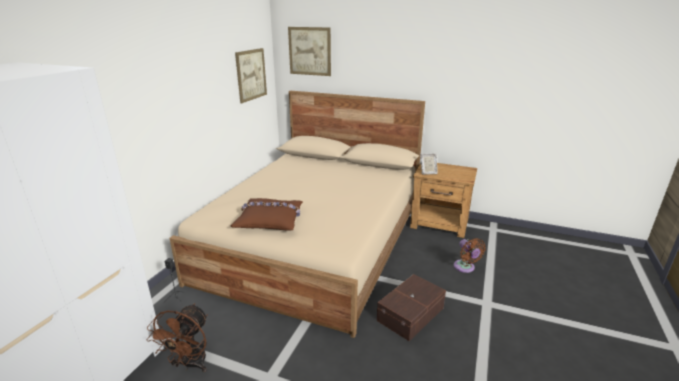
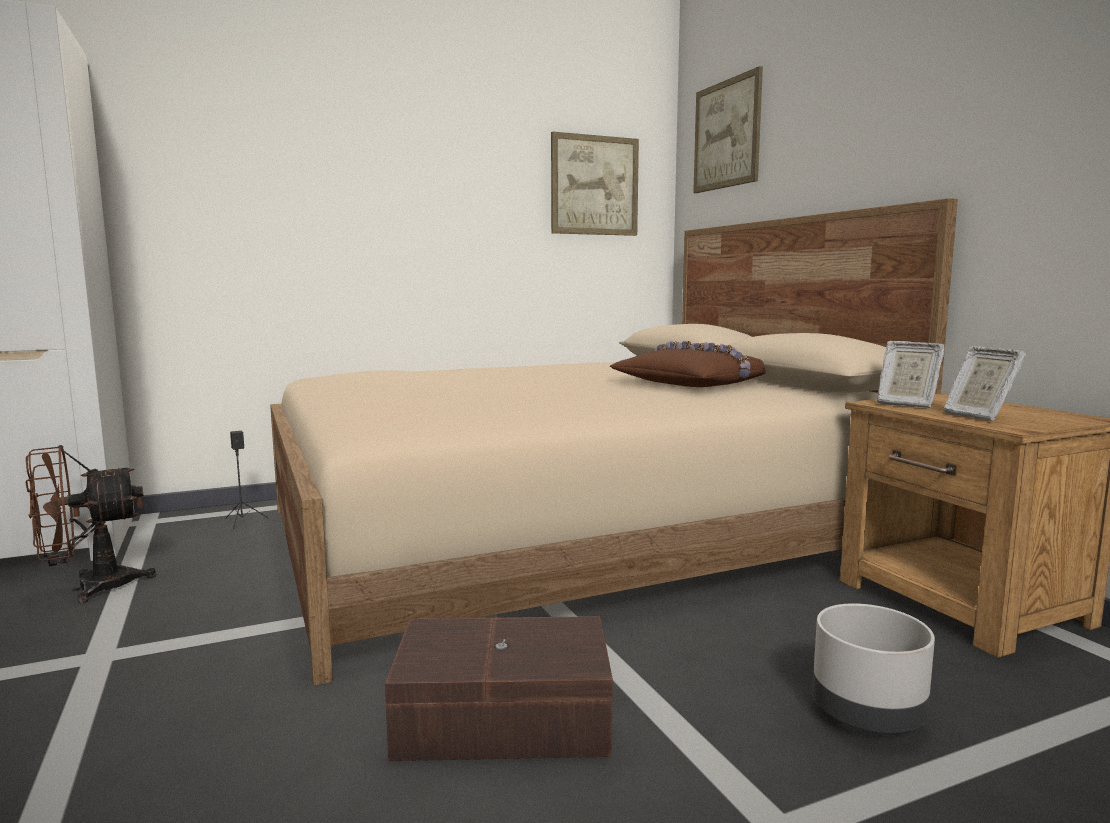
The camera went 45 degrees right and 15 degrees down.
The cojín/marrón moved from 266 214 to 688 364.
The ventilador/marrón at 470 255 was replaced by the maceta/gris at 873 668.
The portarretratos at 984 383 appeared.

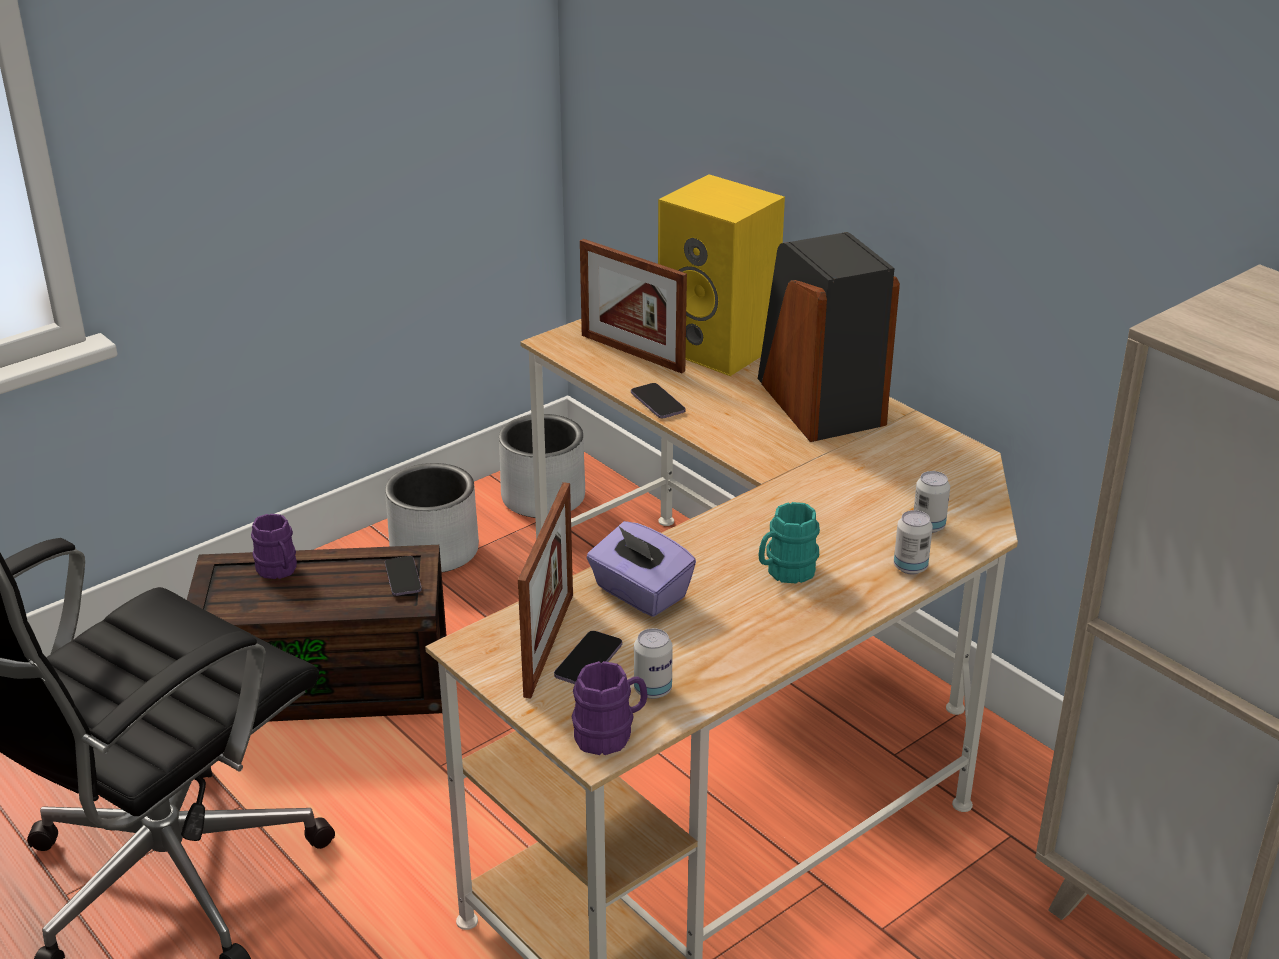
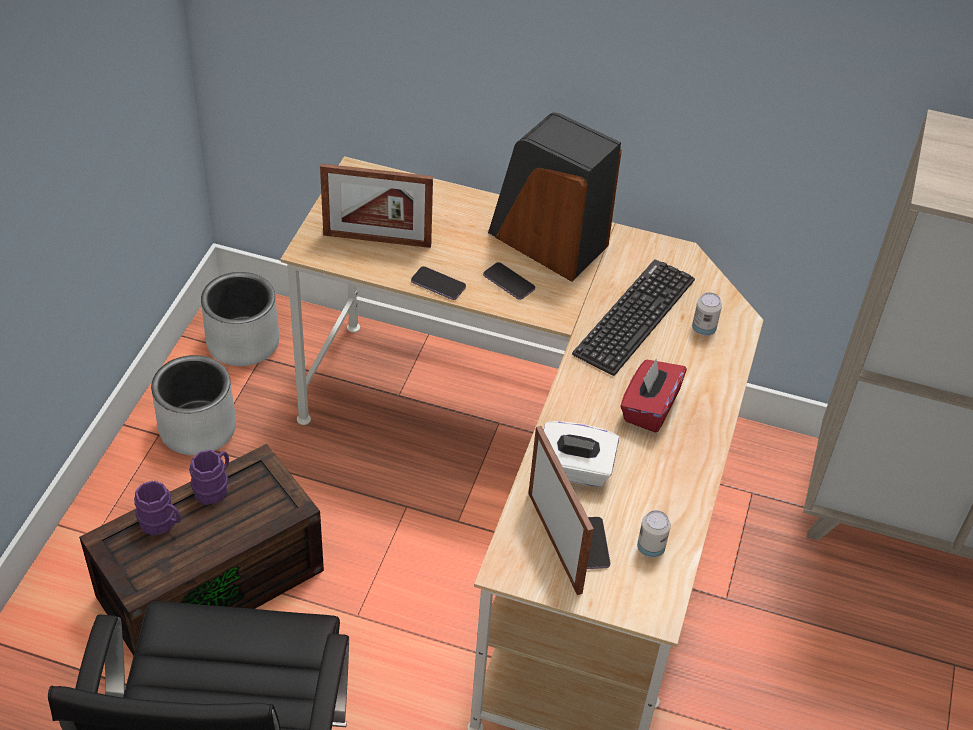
The camera went 35 degrees left and 15 degrees up.
The taza grande/morado moved from 609 708 to 209 477.
The móvil moved from 403 576 to 509 281.
The caja de pañuelos/morado at 641 569 became the caja de pañuelos/blanco at 581 454.
The teclado at 633 317 appeared.
The taza grande/turquesa at 789 542 was replaced by the caja de pañuelos/rojo at 653 395.
The altavoz/amarillo at 721 275 disappeared.
The lata at 913 542 disappeared.

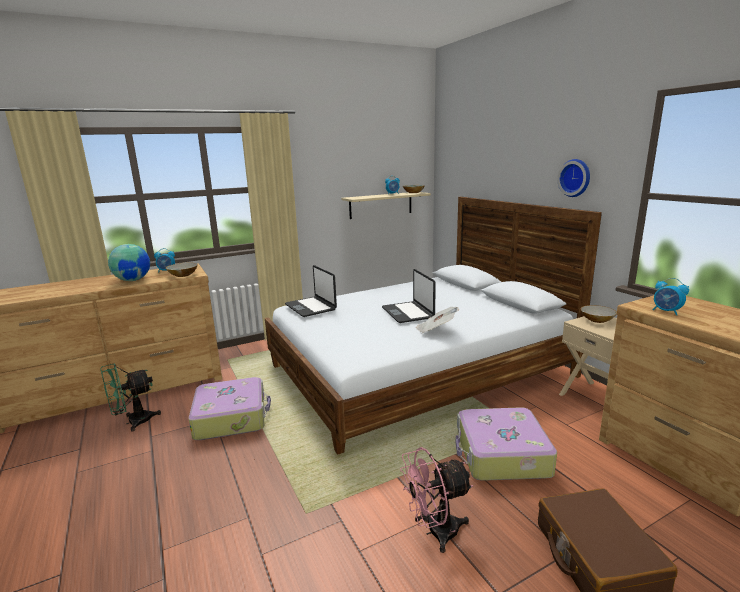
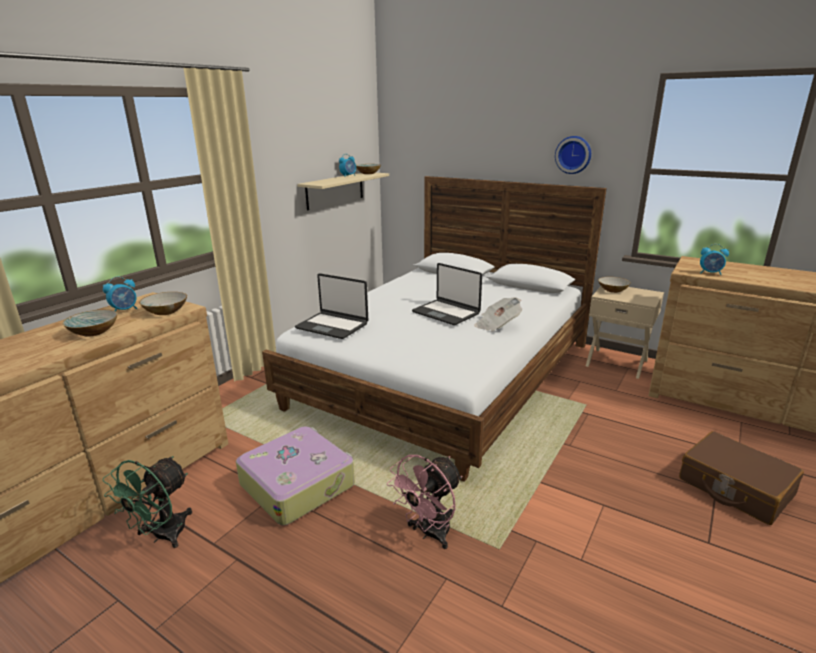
The camera went 30 degrees left and 5 degrees up.
The globo terráqueo at 129 262 was replaced by the cuenco at 90 323.
The ventilador/rosa moved from 436 500 to 425 502.
The maleta at 506 444 disappeared.

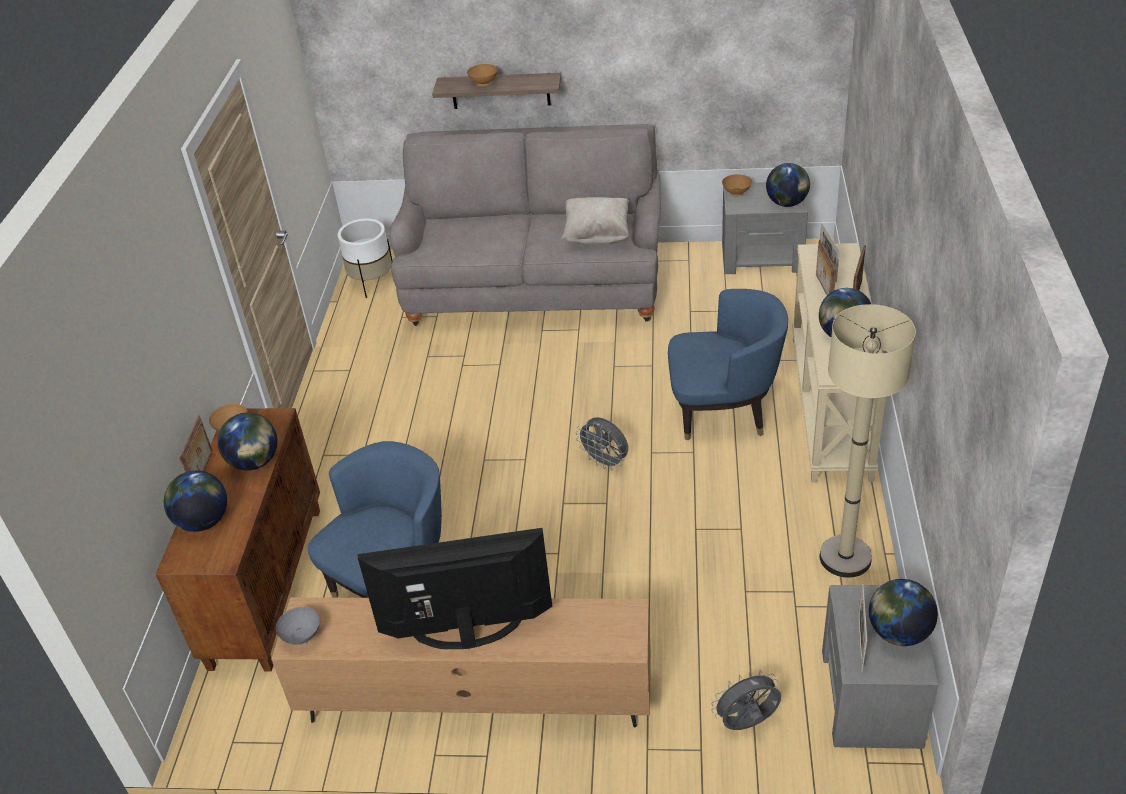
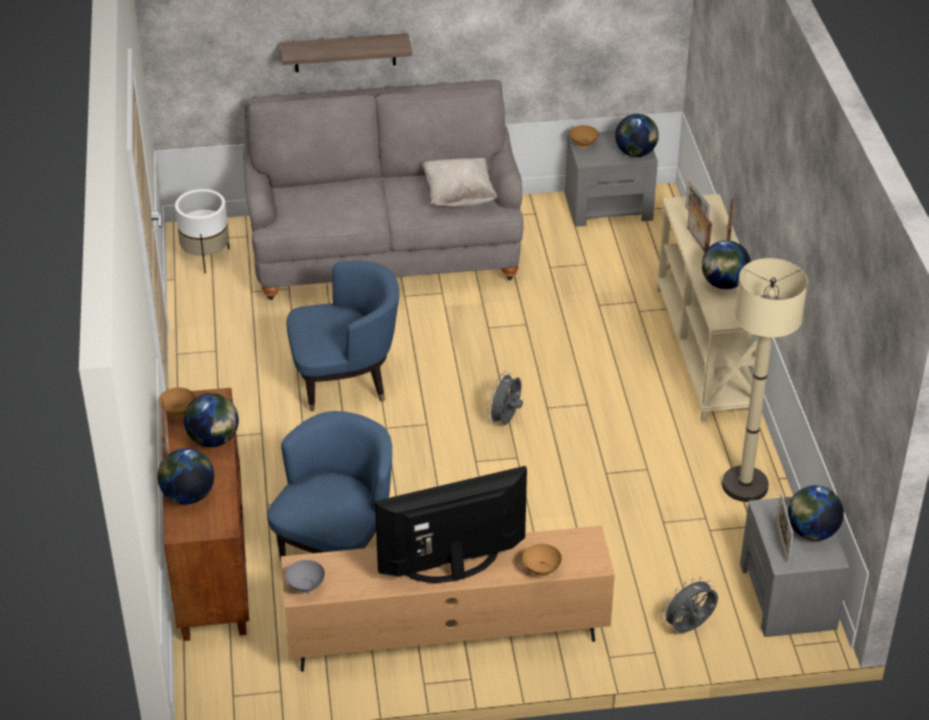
The camera went 15 degrees left and 0 degrees up.
The sillón/azul moved from 728 365 to 343 336.
The ventilador/gris at 602 443 turned 90 degrees clockwise.
The cuenco/marrón moved from 482 75 to 542 560.

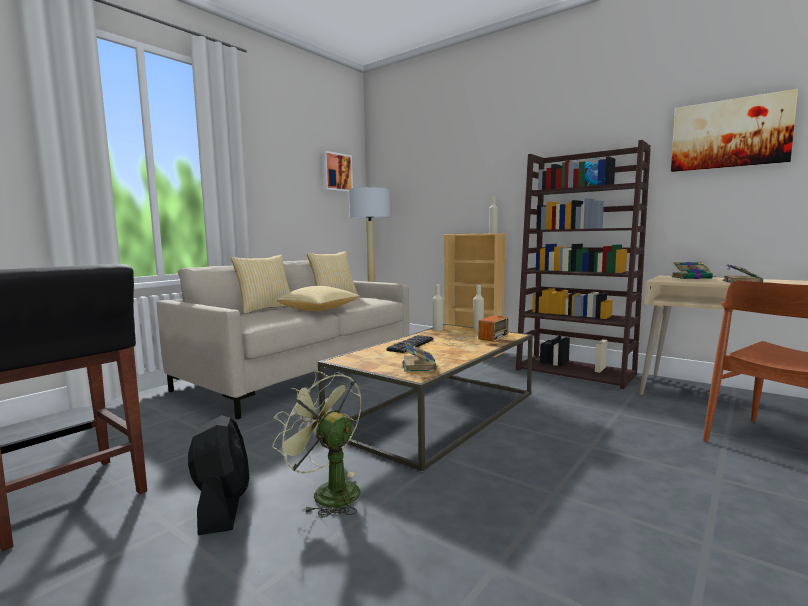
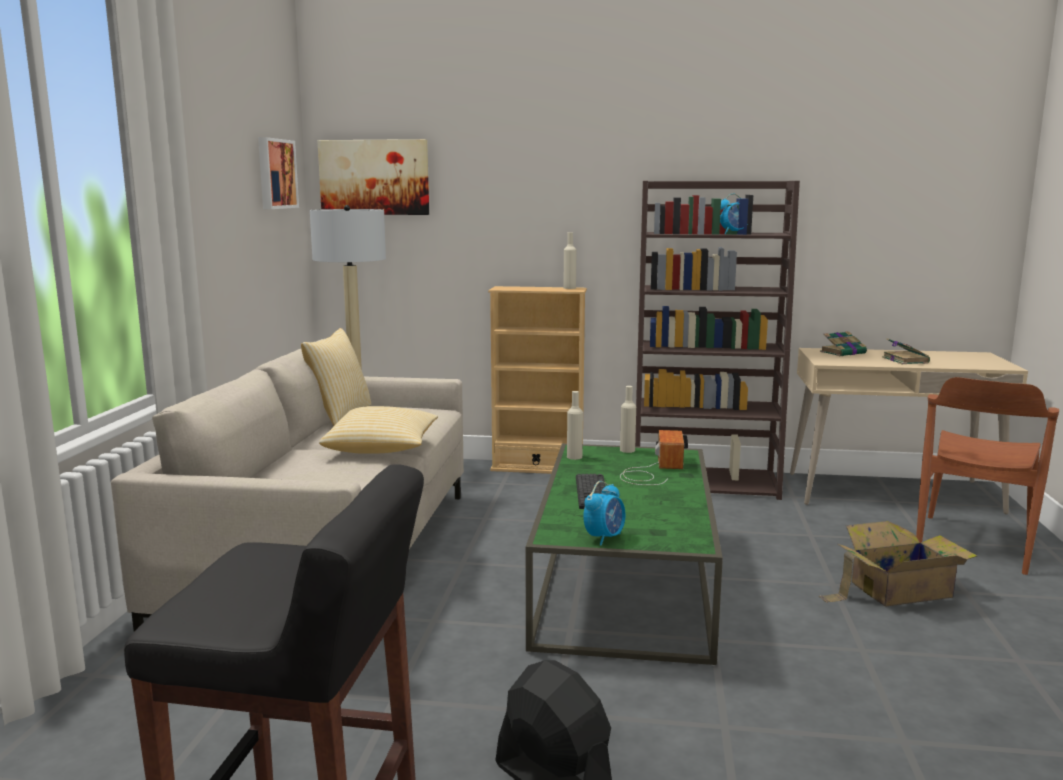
The camera went 30 degrees left and 5 degrees up.
The cuadro moved from 734 130 to 373 177.
The mesa de centro/marrón at 425 398 became the mesa de centro/verde at 624 555.
The despertador at 604 513 appeared.
The caja de cartón at 898 564 appeared.
The cojín at 260 284 disappeared.
The ventilador/verde at 317 444 disappeared.
The libro at 419 357 disappeared.

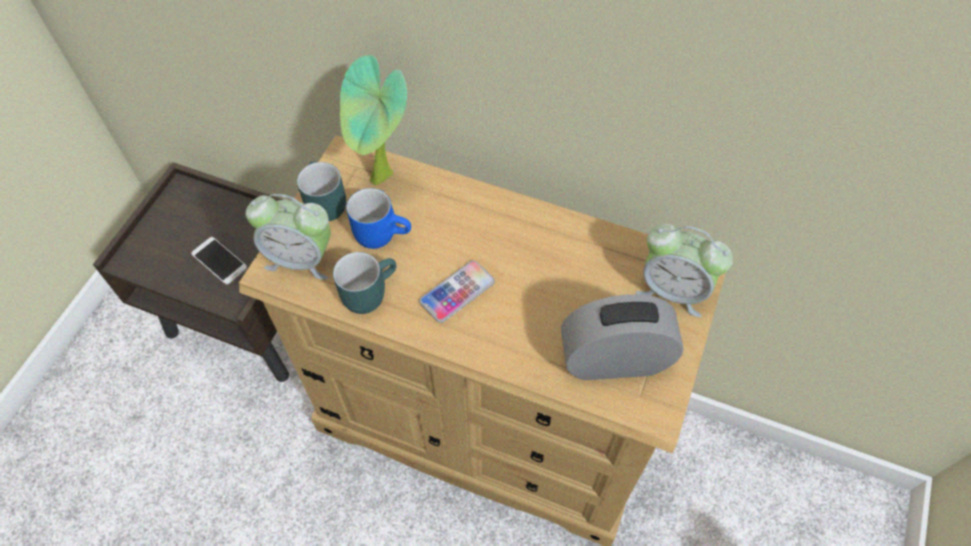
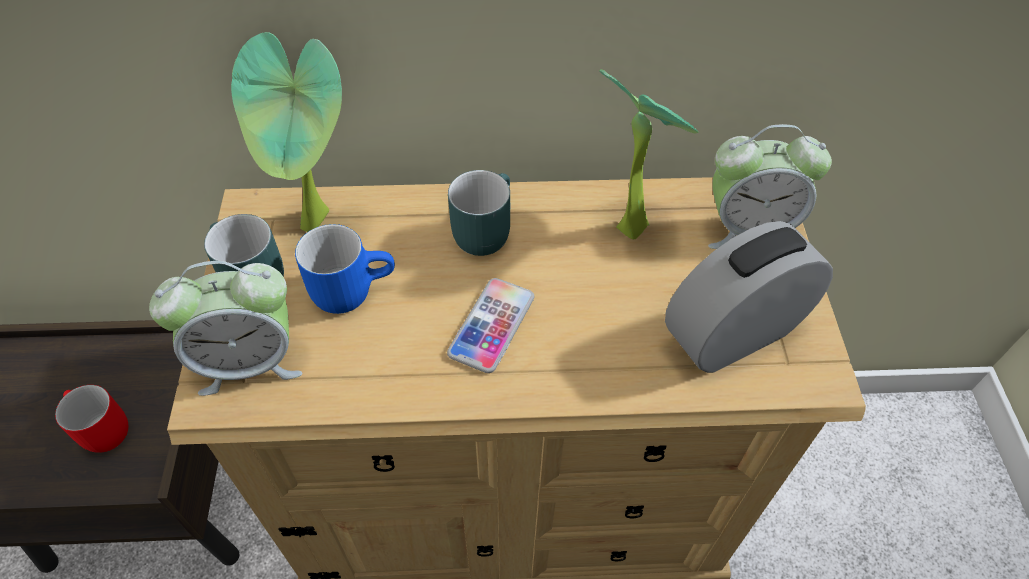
The camera went 25 degrees left and 5 degrees down.
The móvil at 219 261 was replaced by the taza grande/rojo at 92 419.
The taza grande/turquesa moved from 365 283 to 479 213.
The planta en maceta at 648 154 appeared.

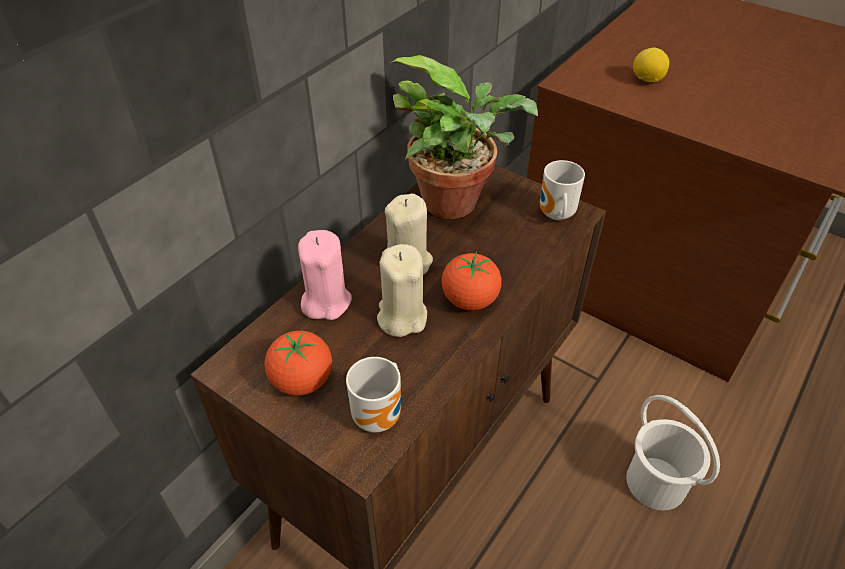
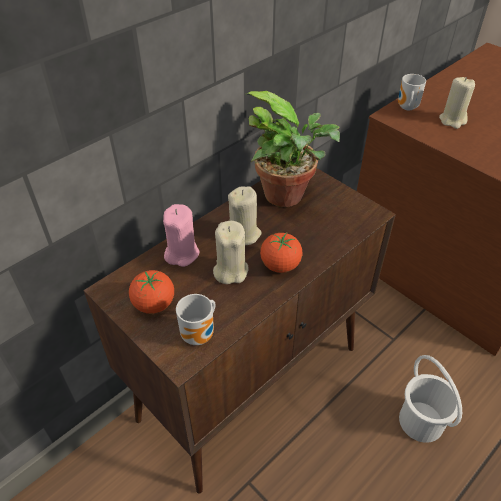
The camera went 10 degrees right and 0 degrees up.
The taza grande moved from 562 190 to 412 92.
The limón at 651 65 was replaced by the vela/beis at 457 103.

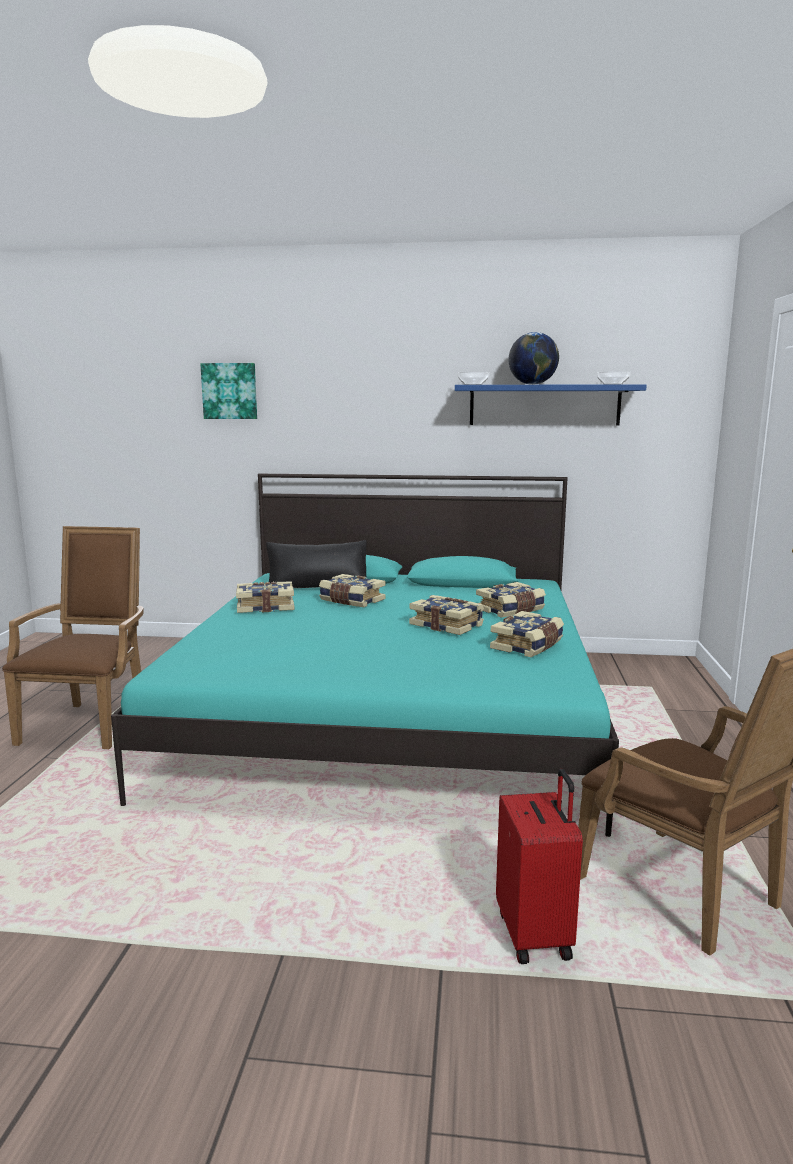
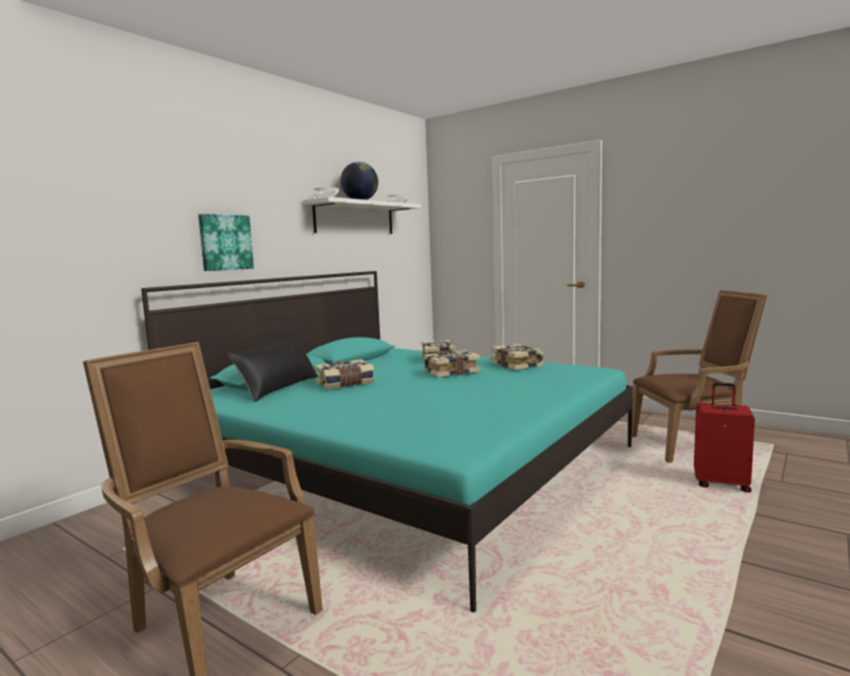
The camera went 60 degrees left and 5 degrees down.
The cuadro moved from 228 391 to 226 242.
The estante/azul at 551 404 became the estante/blanco at 362 215.
The libro at 265 597 disappeared.

